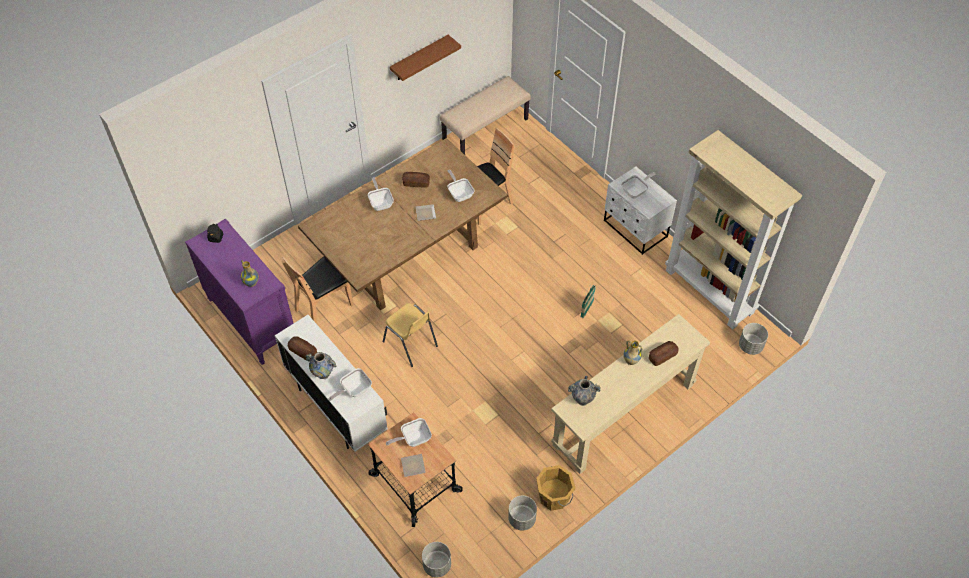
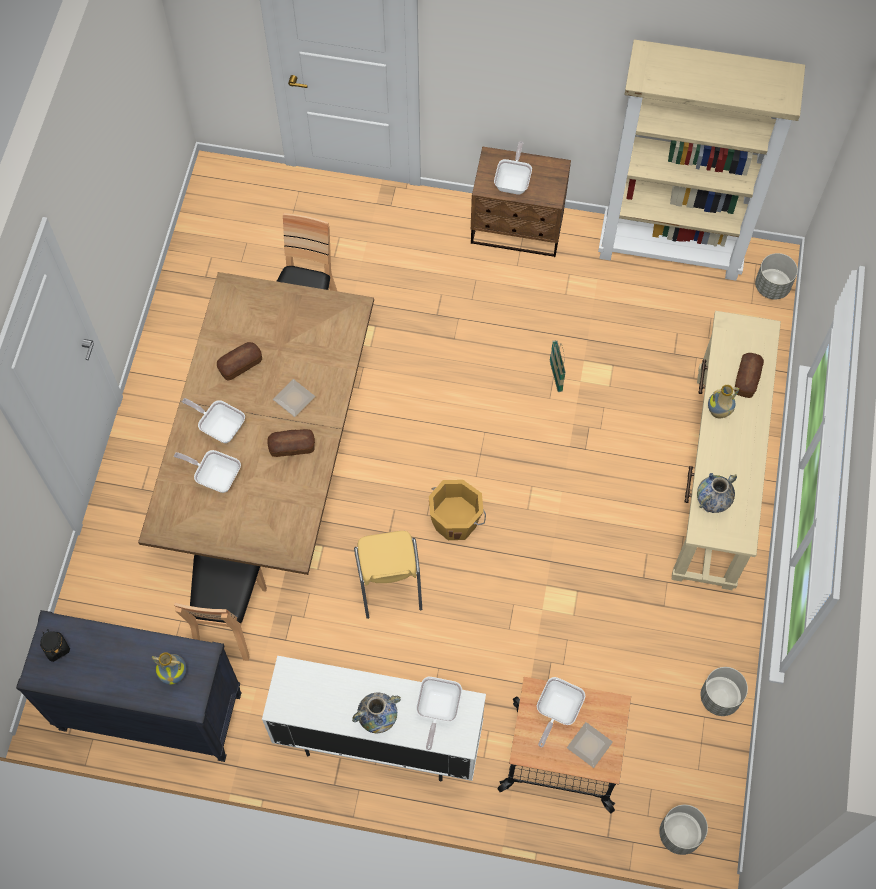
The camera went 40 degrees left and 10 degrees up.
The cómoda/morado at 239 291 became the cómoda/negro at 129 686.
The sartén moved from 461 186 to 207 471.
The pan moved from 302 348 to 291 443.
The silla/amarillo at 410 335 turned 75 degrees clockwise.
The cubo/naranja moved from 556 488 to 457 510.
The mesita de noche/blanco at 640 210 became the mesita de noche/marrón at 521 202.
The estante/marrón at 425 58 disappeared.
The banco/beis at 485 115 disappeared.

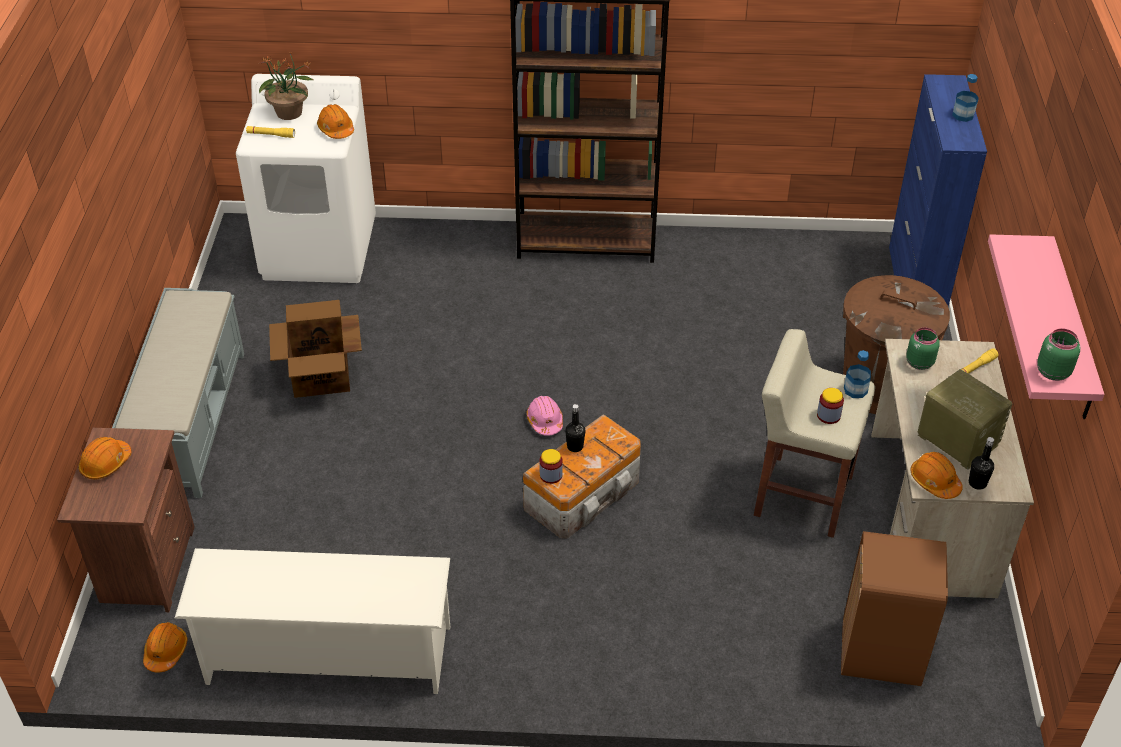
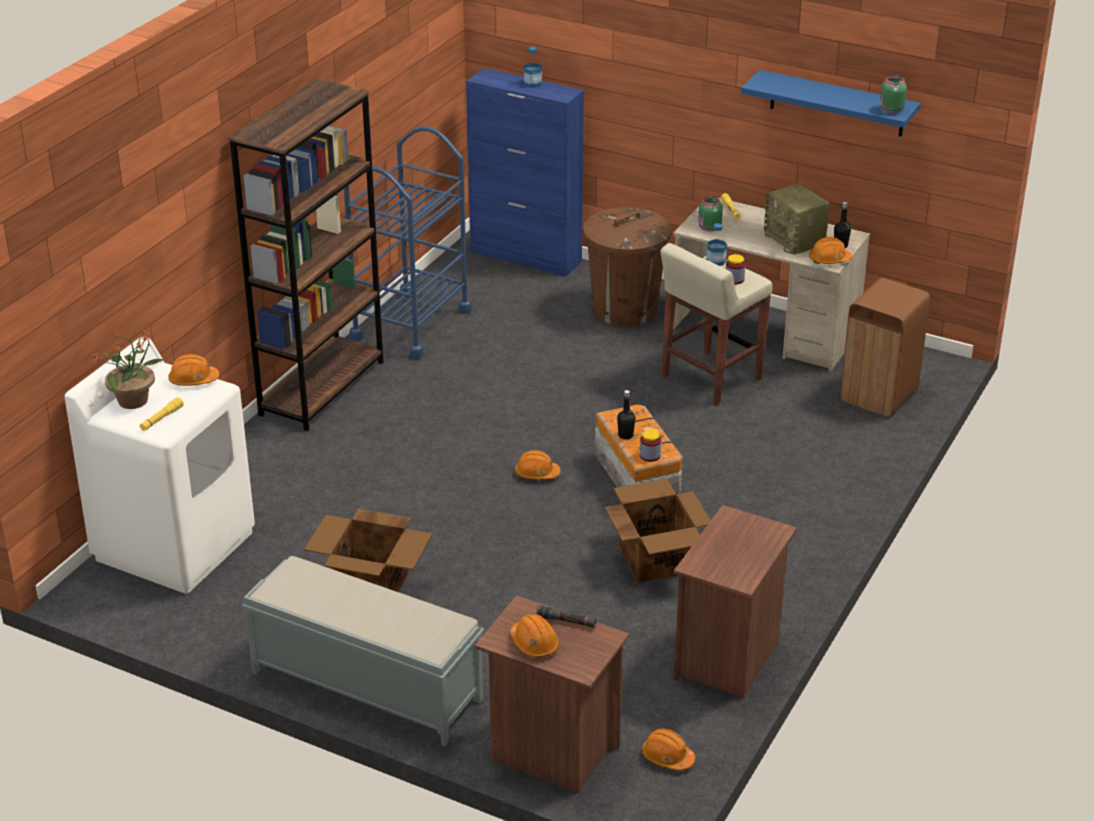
The camera went 65 degrees left and 10 degrees down.
The carrito/azul at 408 242 appeared.
The casco/rosa at 544 416 became the casco/naranja at 538 465.
The linterna/negro at 566 616 appeared.
The caja de cartón at 658 531 appeared.
The zapatero/blanco at 312 621 was replaced by the mesita de noche/marrón at 735 601.
The estante/rosa at 1046 326 became the estante/azul at 831 103.
The radio at 965 419 turned 105 degrees counterclockwise.

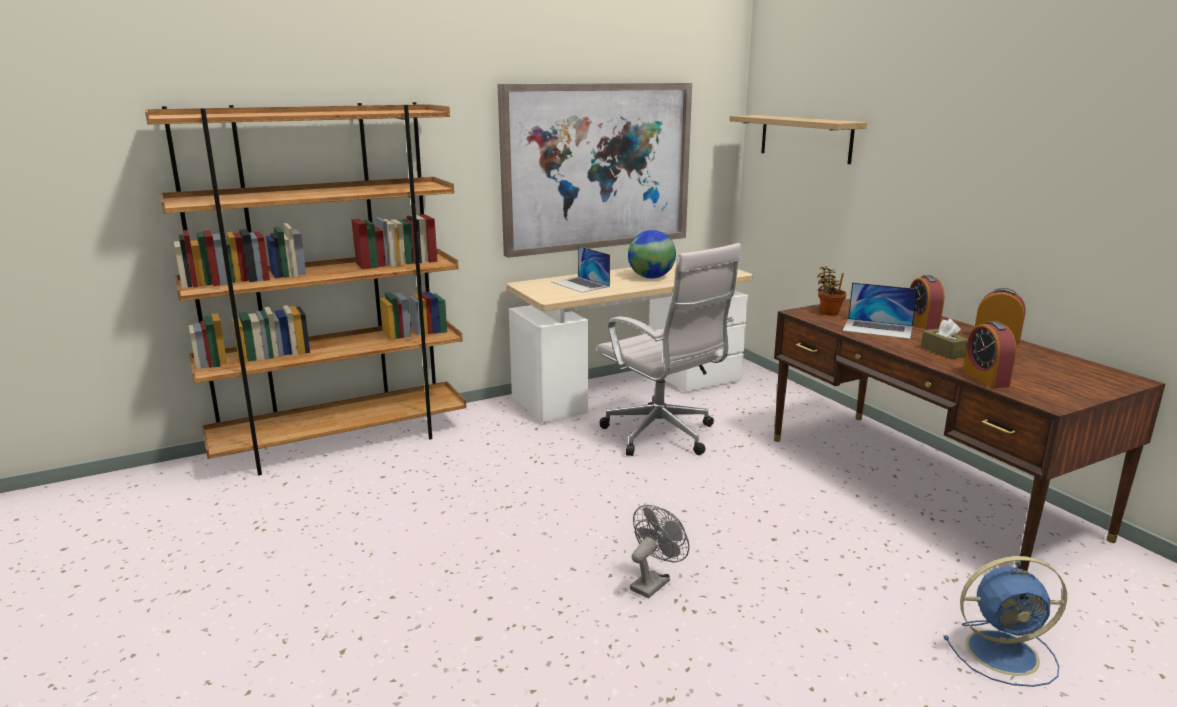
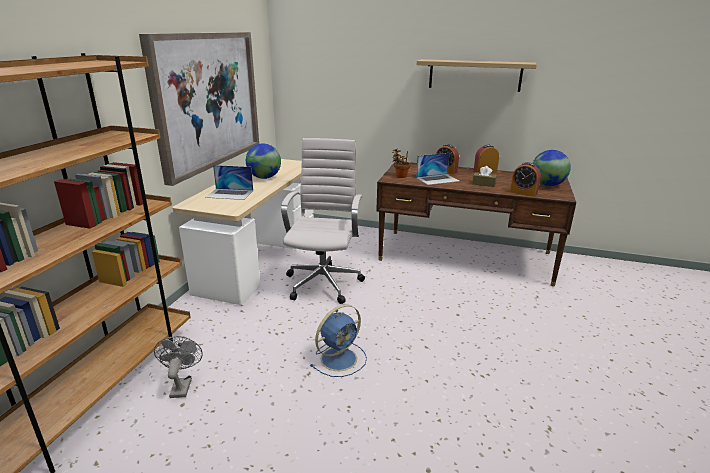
The camera went 45 degrees left and 5 degrees up.
The ventilador/gris moved from 659 551 to 178 367.
The silla de oficina/blanco at 669 349 turned 90 degrees counterclockwise.
The ventilador/azul moved from 1005 621 to 338 341.
The estante moved from 798 139 to 477 75.
The globo terráqueo at 552 168 appeared.

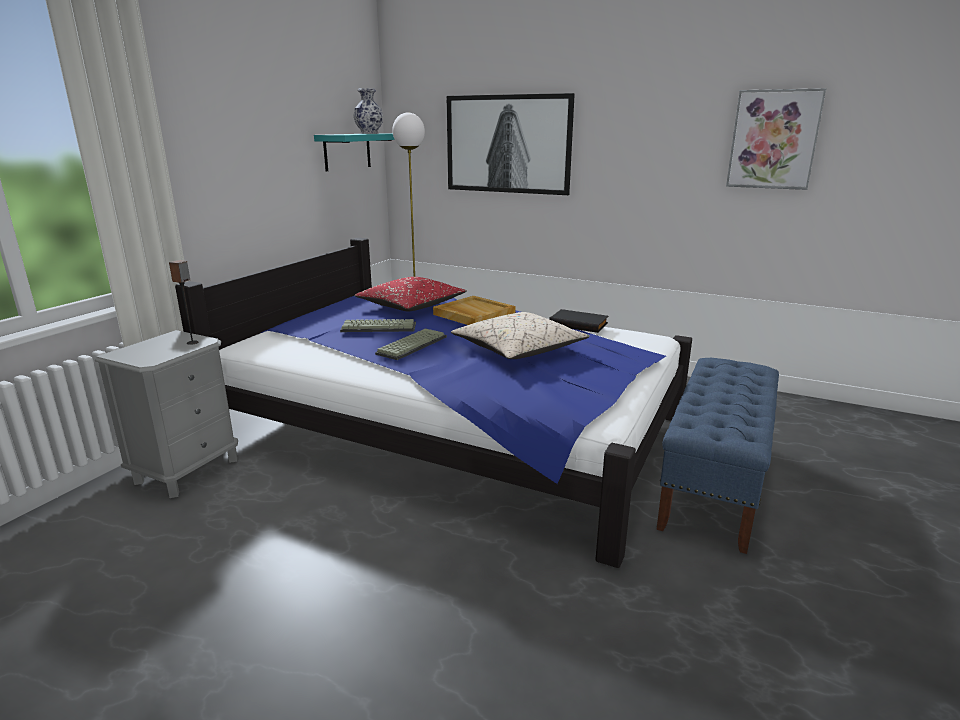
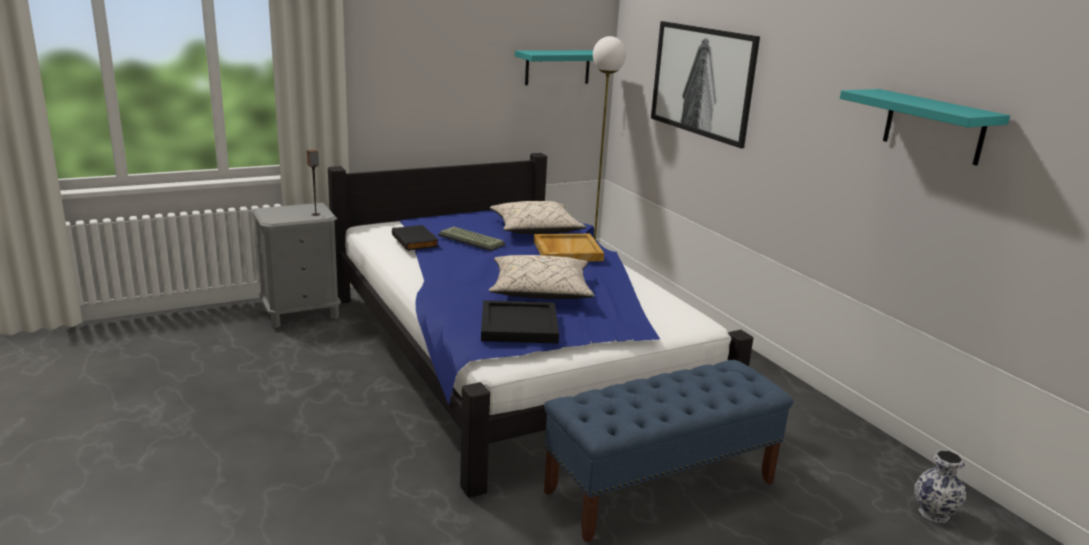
The camera went 35 degrees right and 0 degrees up.
The libro/negro moved from 579 321 to 415 238.
The bandeja/negro at 520 321 appeared.
The cojín/rojo at 411 294 became the cojín/beis at 538 217.
The cuadro at 776 139 was replaced by the estante/turquesa at 925 127.
The florero moved from 368 111 to 940 486.
The teclado at 411 344 disappeared.

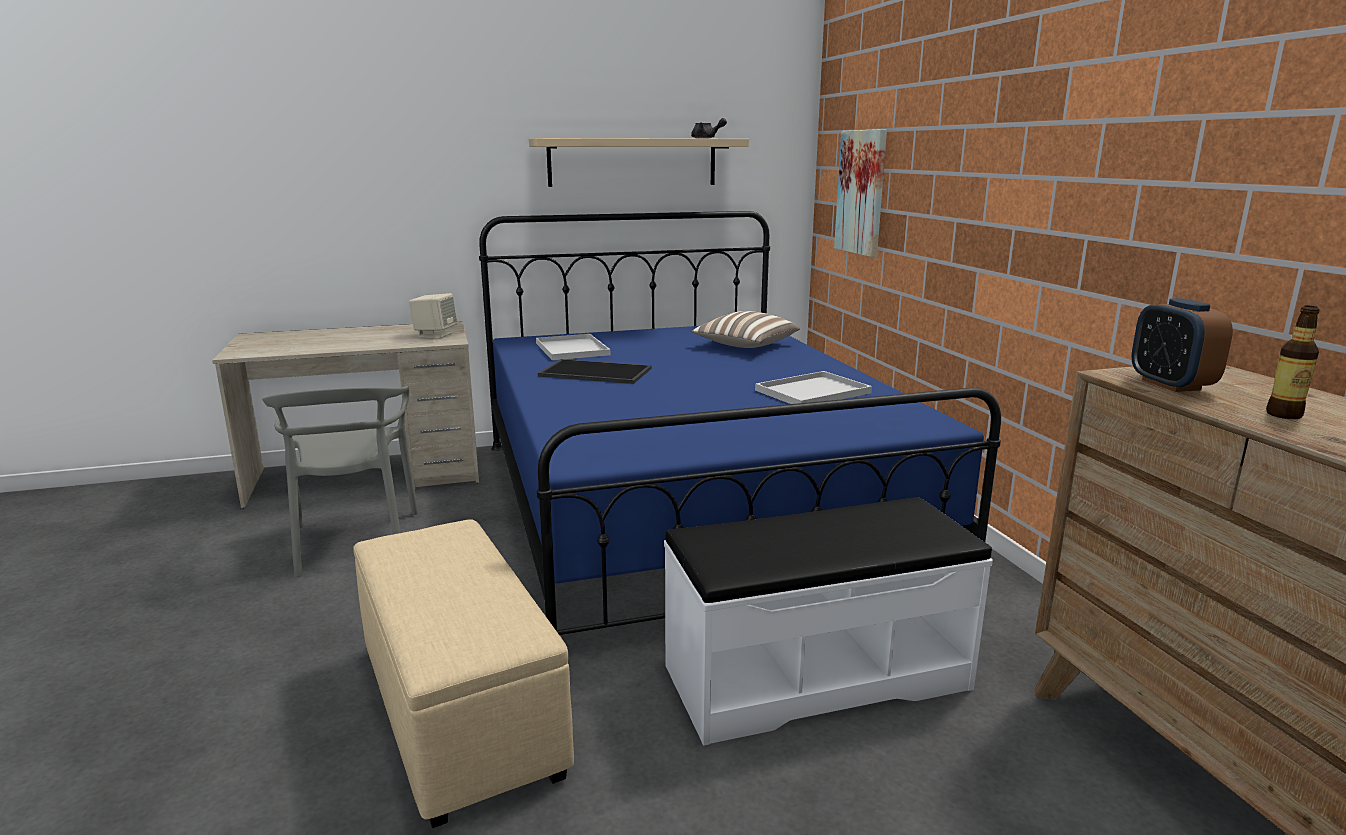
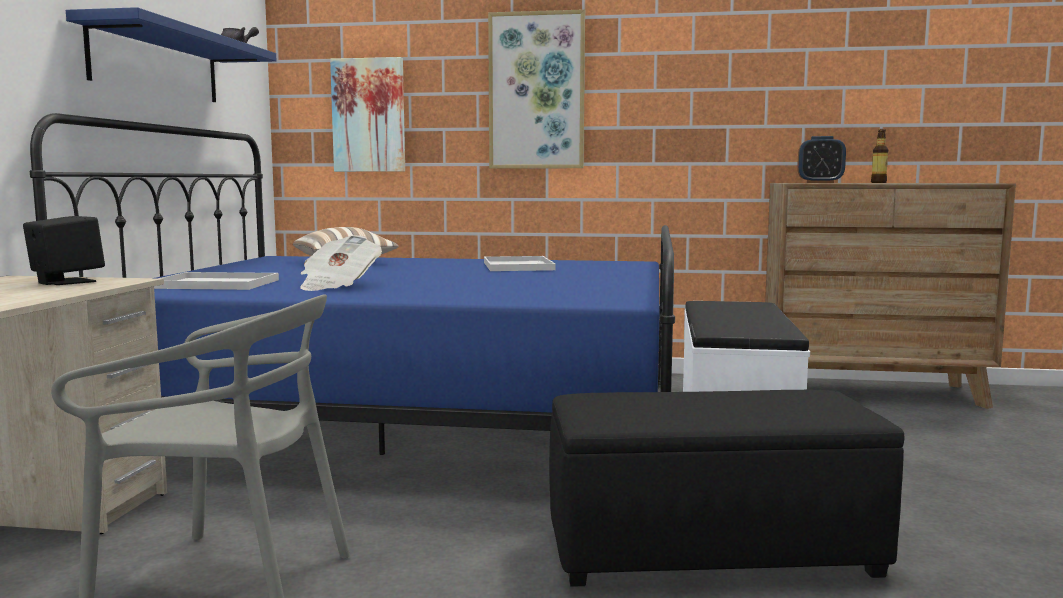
The camera went 65 degrees left and 10 degrees down.
The altavoz/beis at 433 316 became the altavoz/negro at 64 250.
The estante/beis at 639 162 became the estante/azul at 171 54.
The bandeja at 595 371 was replaced by the periódico at 341 263.
The cuadro at 536 89 appeared.
The puf/beis at 463 673 became the puf/negro at 726 488.

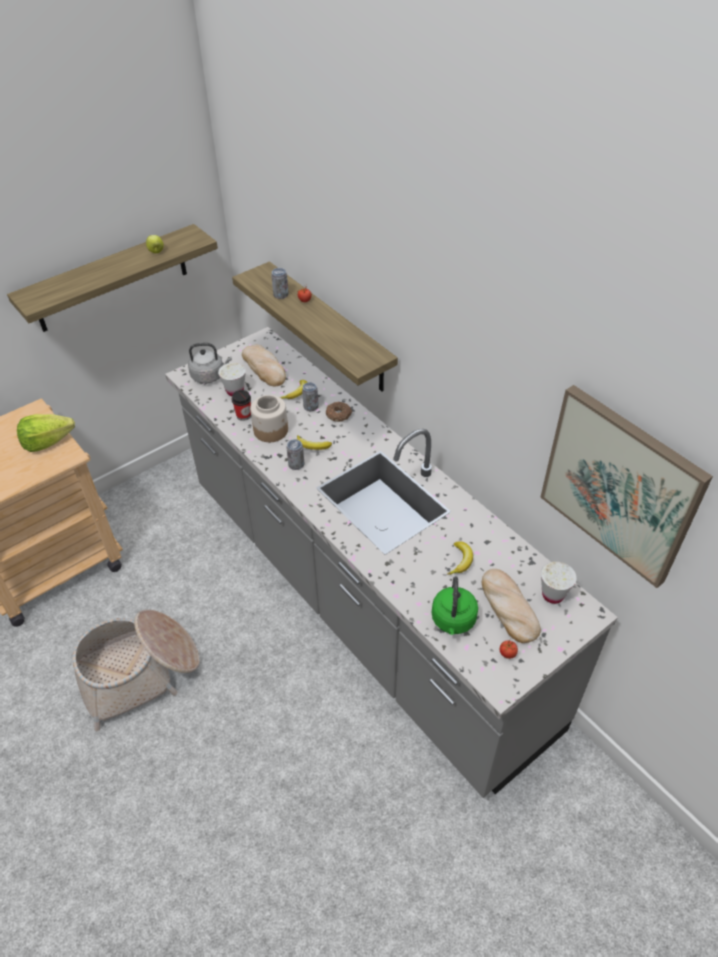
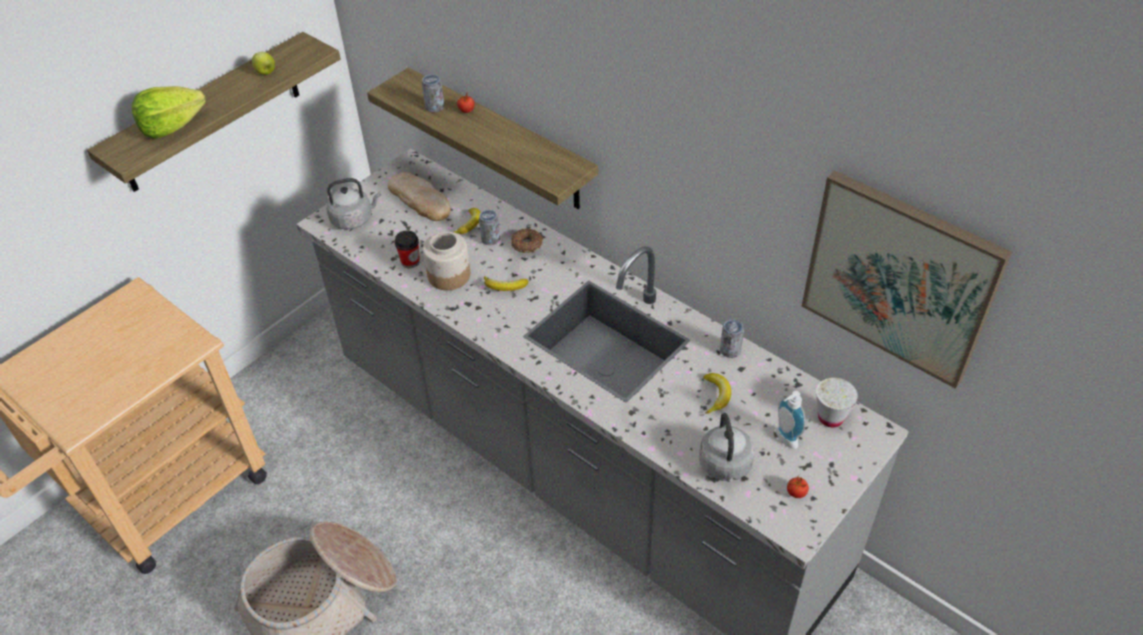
The camera went 10 degrees left and 0 degrees up.
The lechuga moved from 46 433 to 169 112.
The hervidor/verde at 455 605 became the hervidor/gris at 727 447.
The lata moved from 295 454 to 732 338.
The pan at 511 606 was replaced by the dispensador de jabón at 790 420.
The taza/blanco at 232 379 disappeared.

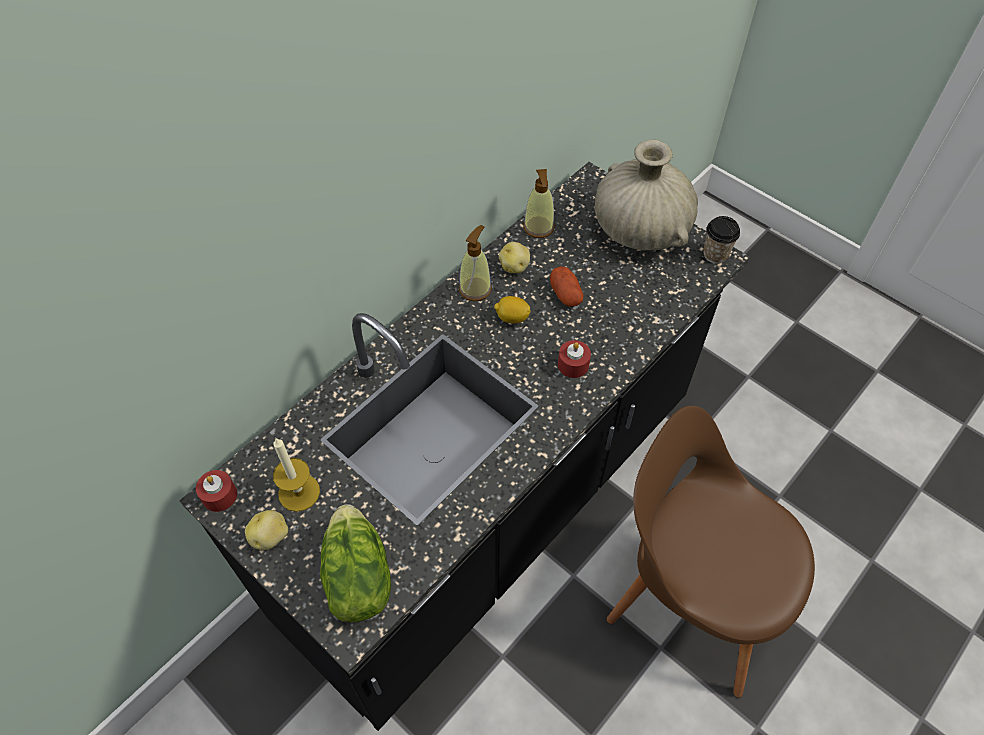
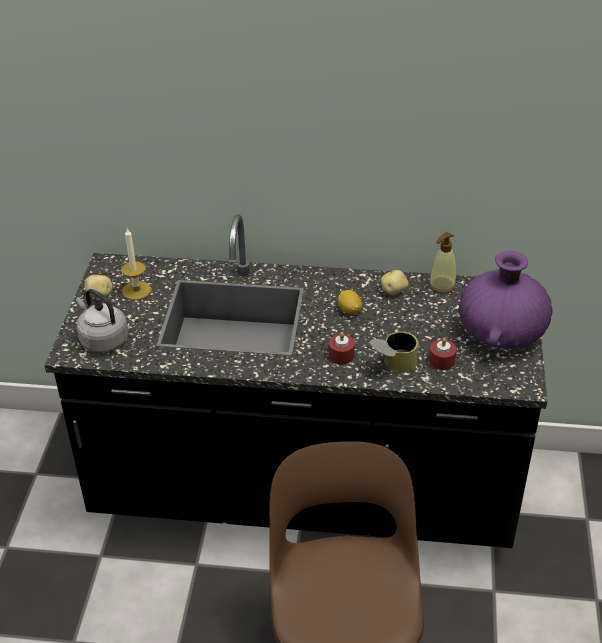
The camera went 55 degrees right and 15 degrees down.
The lechuga at 355 563 was replaced by the hervidor/gris at 102 320.
The lata at 394 351 appeared.
The vela/rojo moved from 216 491 to 443 354.
The florero/beis at 646 195 became the florero/morado at 506 300.
The dispensador de jabón at 475 263 disappeared.
The patata at 567 286 disappeared.
The taza at 721 240 disappeared.

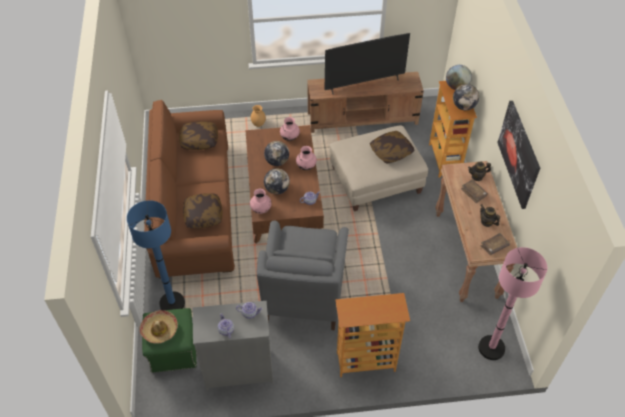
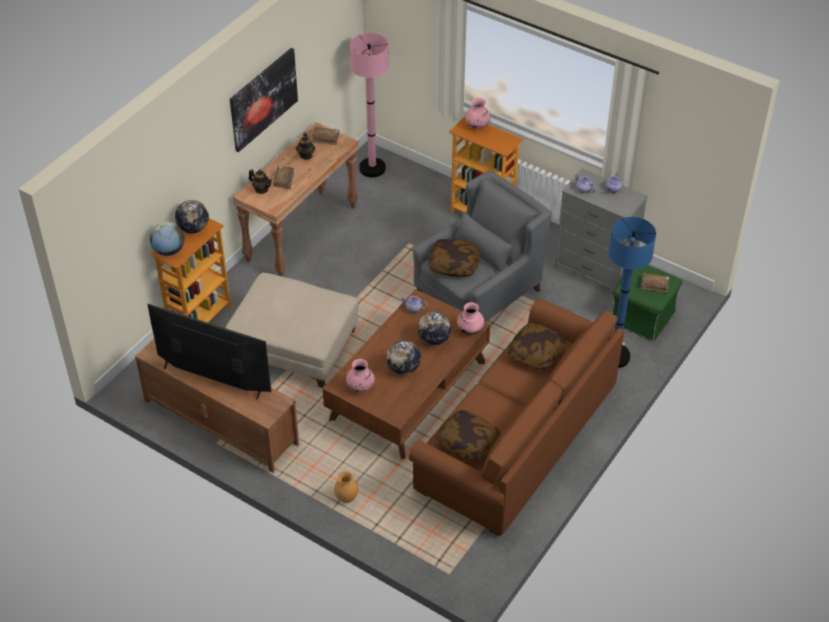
The camera went 140 degrees left and 5 degrees down.
The cojín moved from 392 147 to 454 258.
The florero/rosa moved from 306 158 to 478 113.
The sombrero at 158 326 was replaced by the libro/marrón at 655 283.

